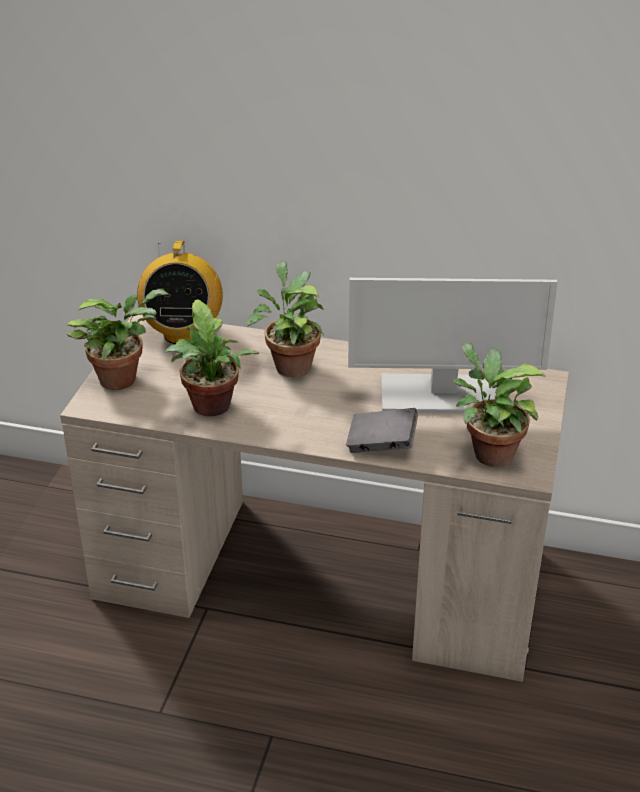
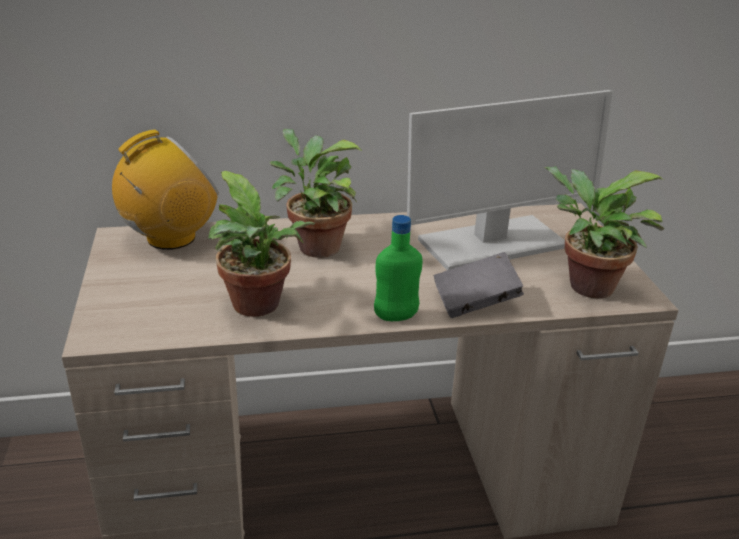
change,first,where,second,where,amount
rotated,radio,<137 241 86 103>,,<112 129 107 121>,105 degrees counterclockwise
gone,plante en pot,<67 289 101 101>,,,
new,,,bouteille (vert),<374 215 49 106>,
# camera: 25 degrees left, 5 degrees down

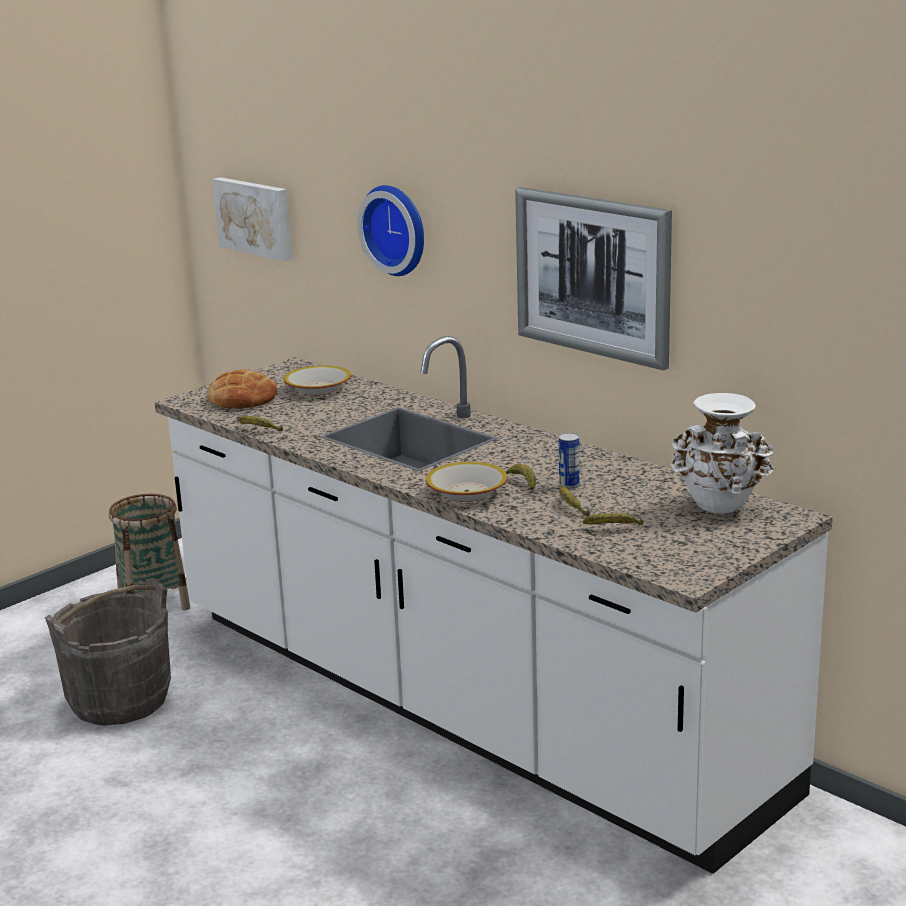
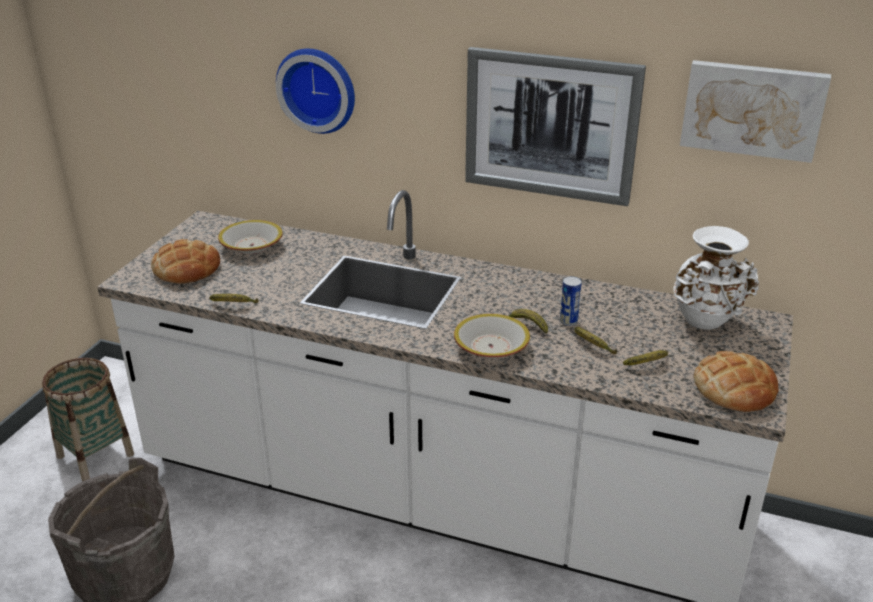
change,first,where,second,where,amount
shifted,tableau,<213 177 79 84>,,<680 60 151 103>,
new,,,pain,<694 351 85 61>,
# camera: 25 degrees left, 10 degrees up

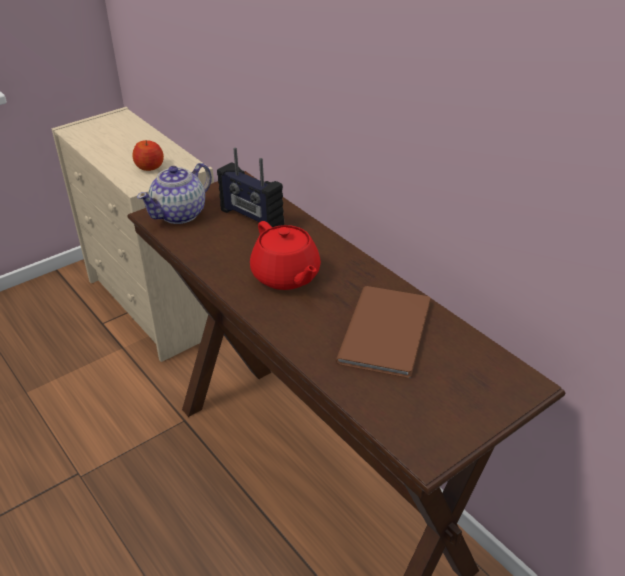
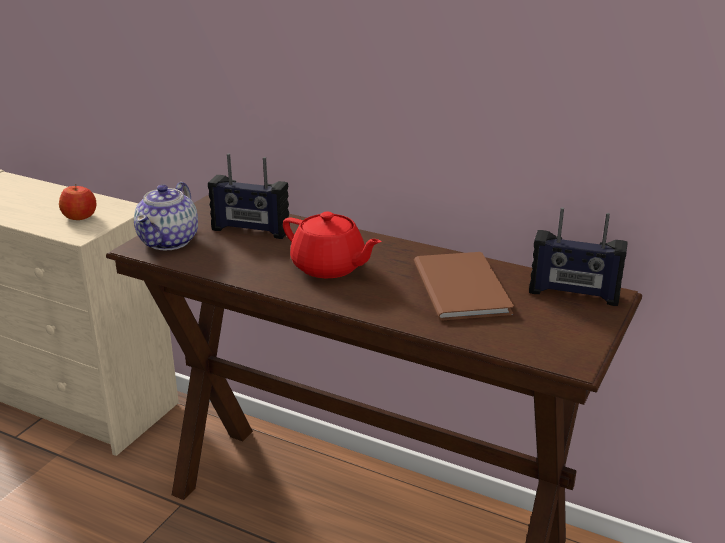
change,first,where,second,where,amount
new,,,radio,<529 207 99 99>,
# camera: 25 degrees left, 10 degrees down

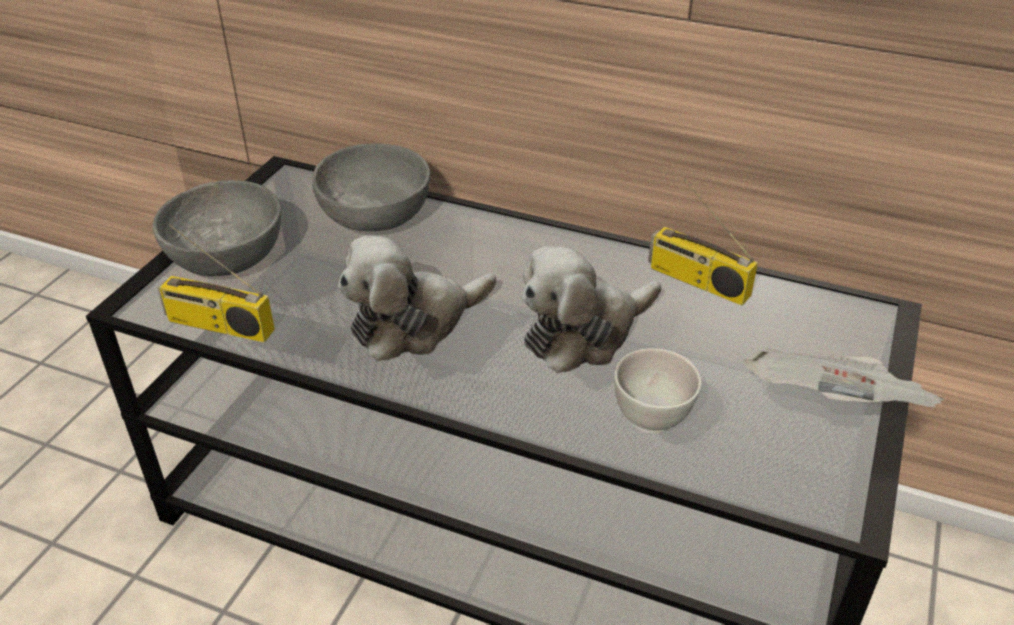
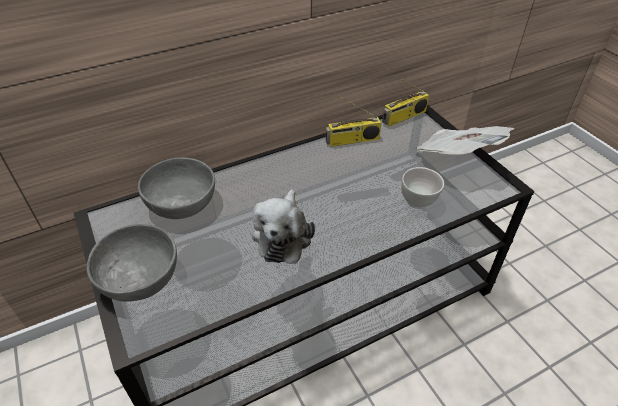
change,first,where,second,where,amount
shifted,radio,<157 225 118 117>,,<382 76 47 50>,
gone,peluche,<522 246 139 127>,,,
# camera: 50 degrees left, 5 degrees up

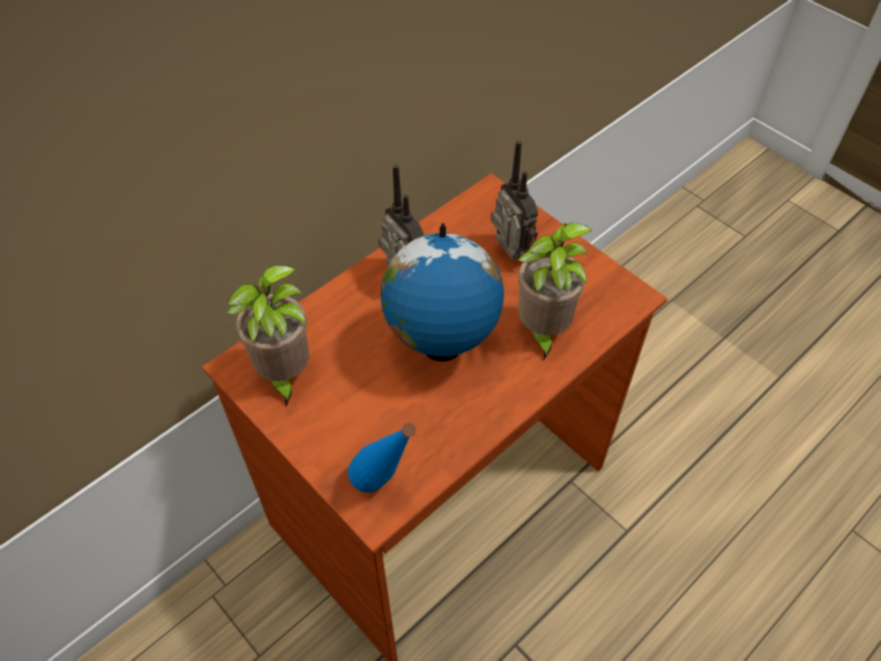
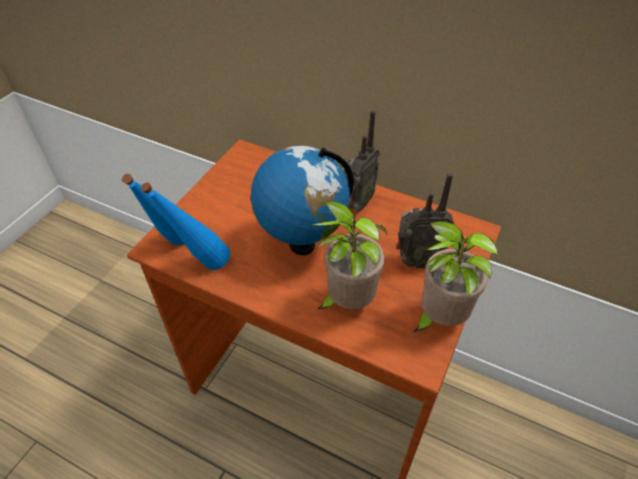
change,first,where,second,where,amount
rotated,radio,<491 140 47 120>,,<396 173 58 96>,45 degrees clockwise
shifted,plante en pot,<227 265 82 142>,,<413 221 85 111>,
new,,,bouteille (bleu),<141 182 89 88>,
# camera: 70 degrees right, 5 degrees down

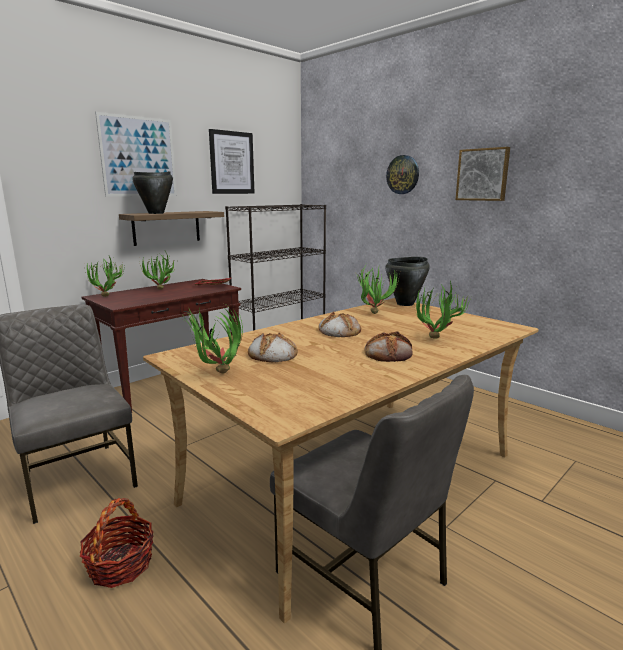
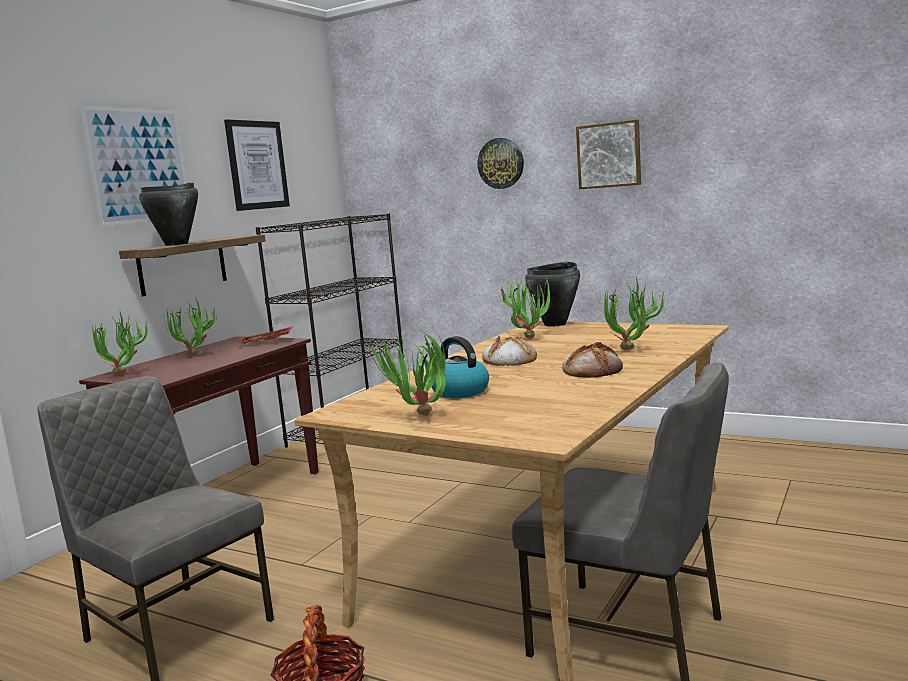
change,first,where,second,where,amount
swapped,pain,<248 333 50 29>,bouilloire,<431 336 58 62>,
# camera: 15 degrees left, 5 degrees down

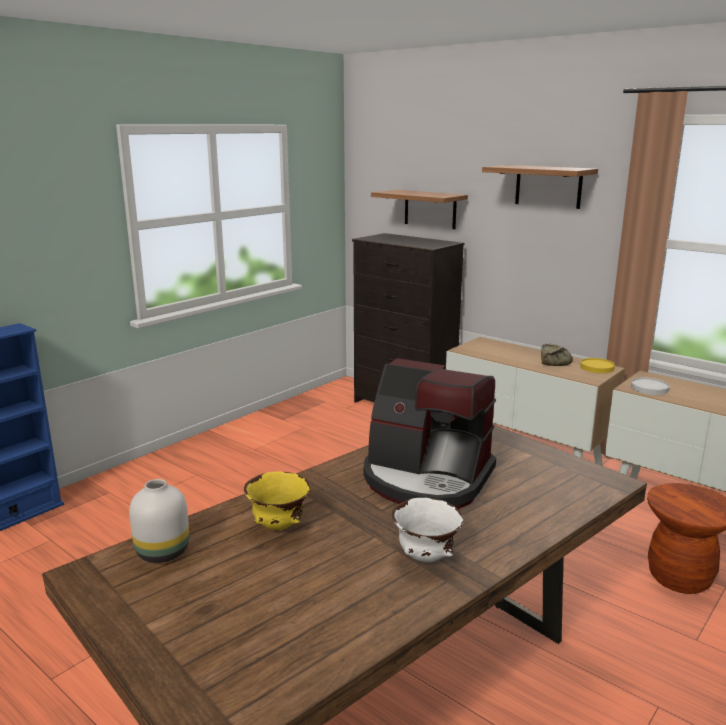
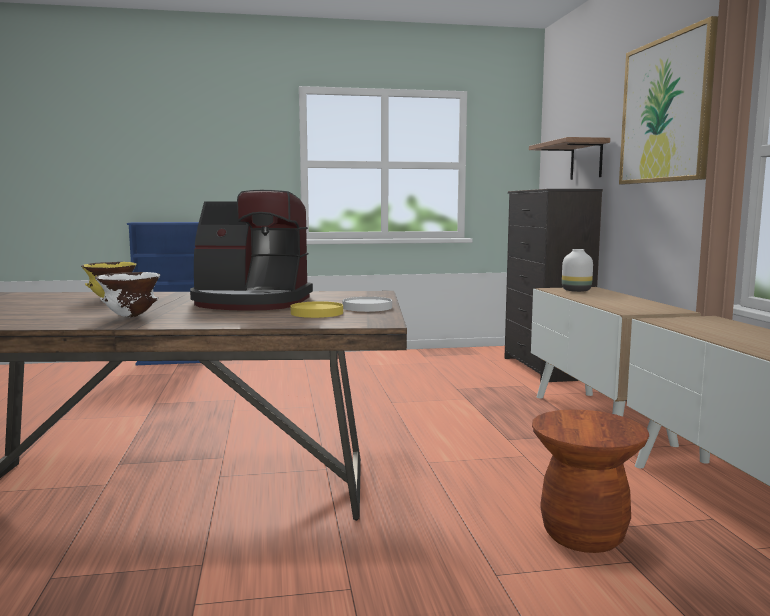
change,first,where,second,where,amount
swapped,étagère,<482 165 116 44>,tableau,<619 16 99 168>,
gone,pain,<541 344 32 22>,,,
rotated,machine à café,<364 358 132 151>,,<190 190 123 121>,60 degrees counterclockwise
shifted,assiette (jaune),<580 358 35 15>,,<291 301 52 17>,
shifted,assiette (blanc),<631 377 38 18>,,<343 297 49 15>,
shifted,vase (blanc),<129 479 60 84>,,<562 249 31 43>,
# camera: 40 degrees right, 10 degrees down

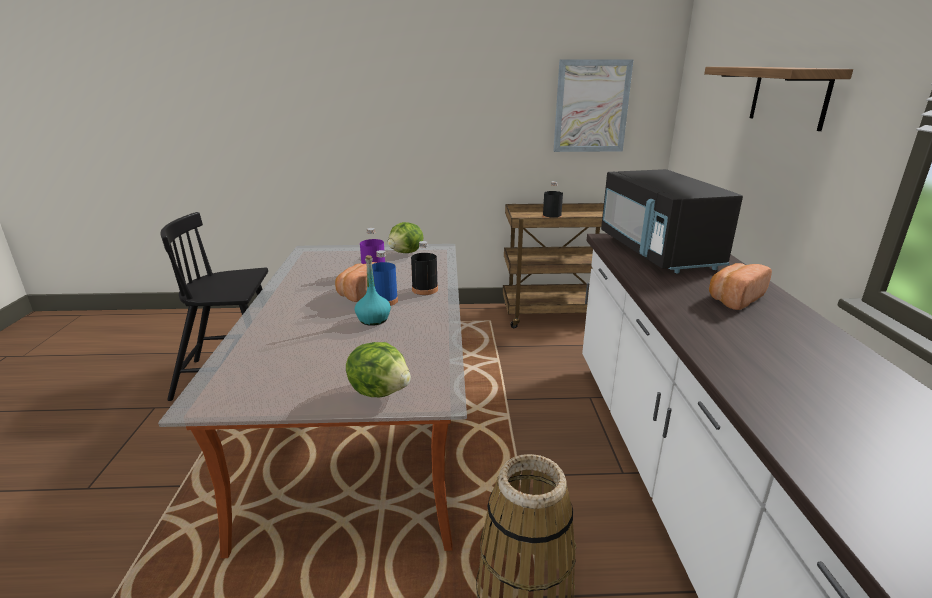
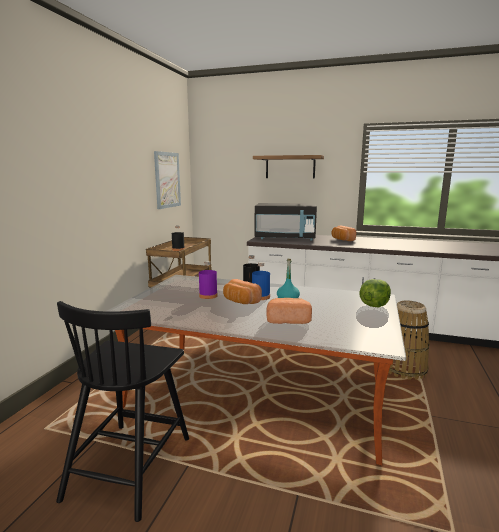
change,first,where,second,where,amount
gone,laitue,<388 222 36 31>,,,
new,,,pain,<266 298 46 26>,
# camera: 70 degrees left, 10 degrees down

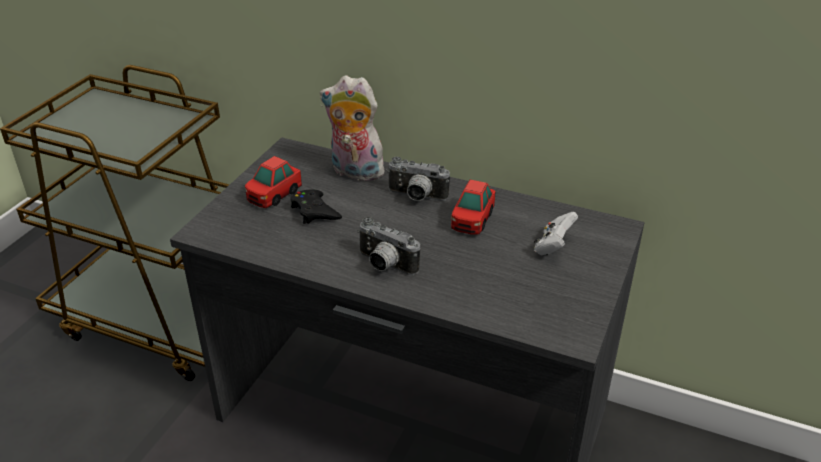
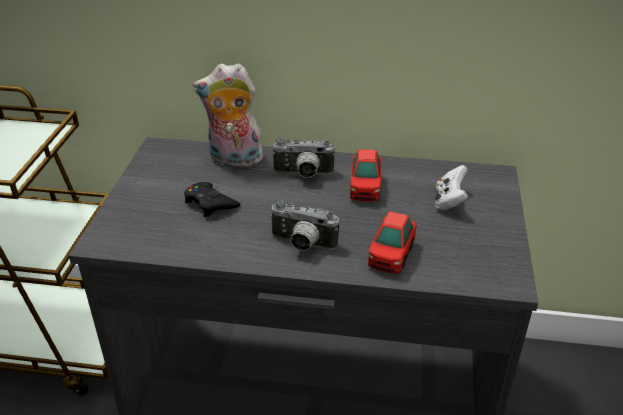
change,first,where,second,where,amount
shifted,petite voiture,<245 156 57 52>,,<368 211 49 63>,
# camera: 15 degrees left, 0 degrees up

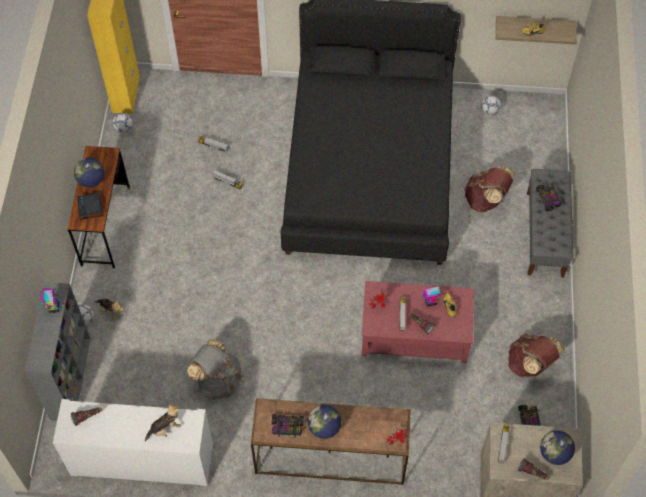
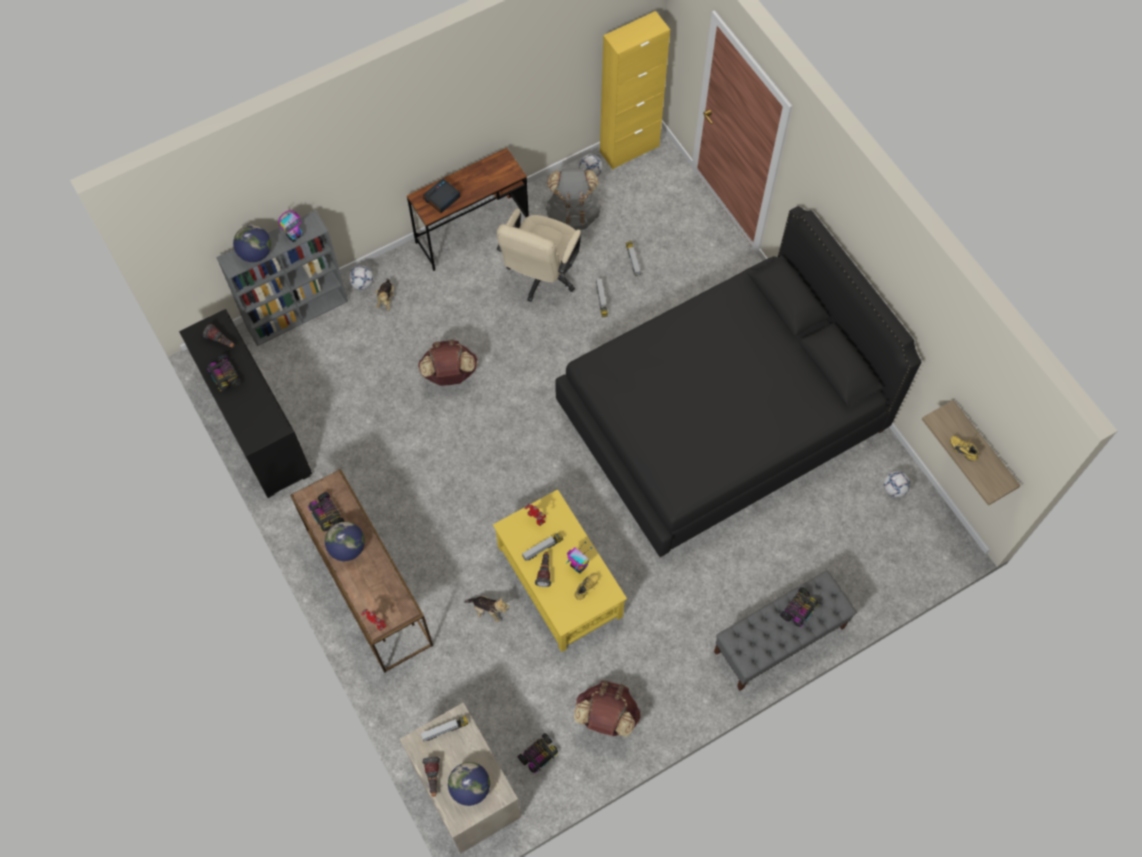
change,first,where,second,where,amount
shifted,globe,<74 158 30 29>,,<233 225 38 37>,
shifted,sac à dos (marron),<465 166 50 47>,,<418 340 60 46>,
repainted,table basse (rouge),<362 281 112 82>,table basse (jaune),<493 489 134 163>,
shifted,sac à dos (gris),<187 339 56 61>,,<545 168 56 62>,
repainted,meuble de rangement (blanc),<53 399 160 87>,meuble de rangement (noir),<179 309 133 189>,
shifted,peluche,<145 405 36 37>,,<464 596 46 26>,
new,,,chaise de bureau (beige),<497 208 84 94>,
new,,,petite voiture,<208 354 34 37>,
# camera: 55 degrees right, 5 degrees up

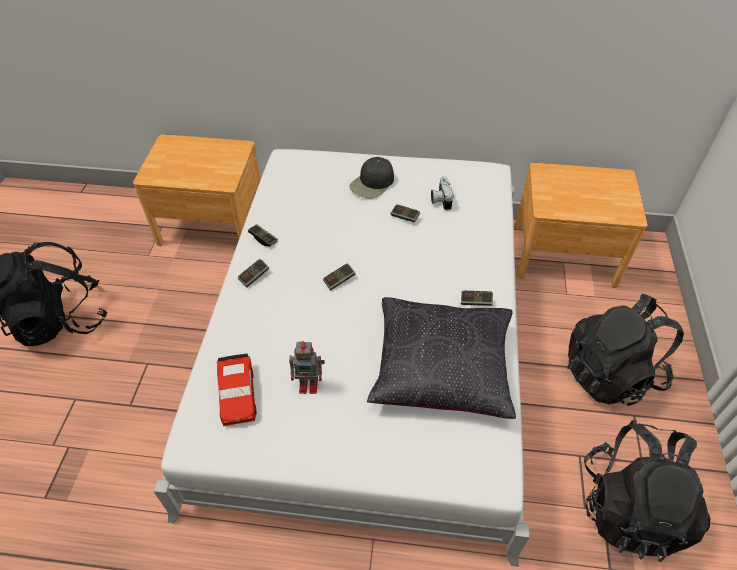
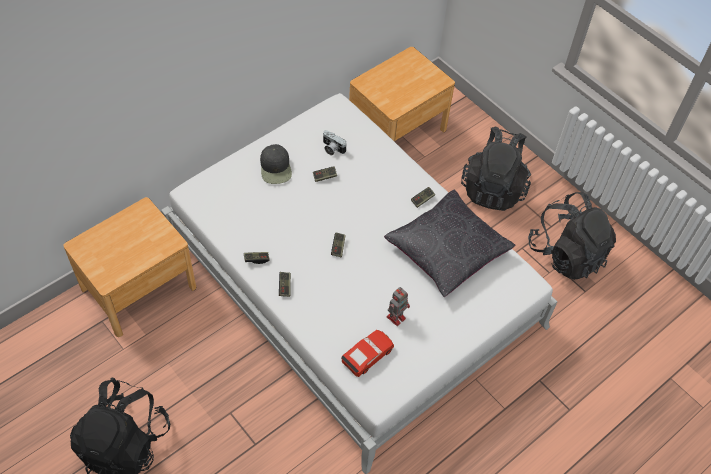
change,first,where,second,where,amount
rotated,petite voiture (rouge),<217 354 40 72>,,<341 330 53 47>,75 degrees counterclockwise
# camera: 50 degrees left, 5 degrees up

